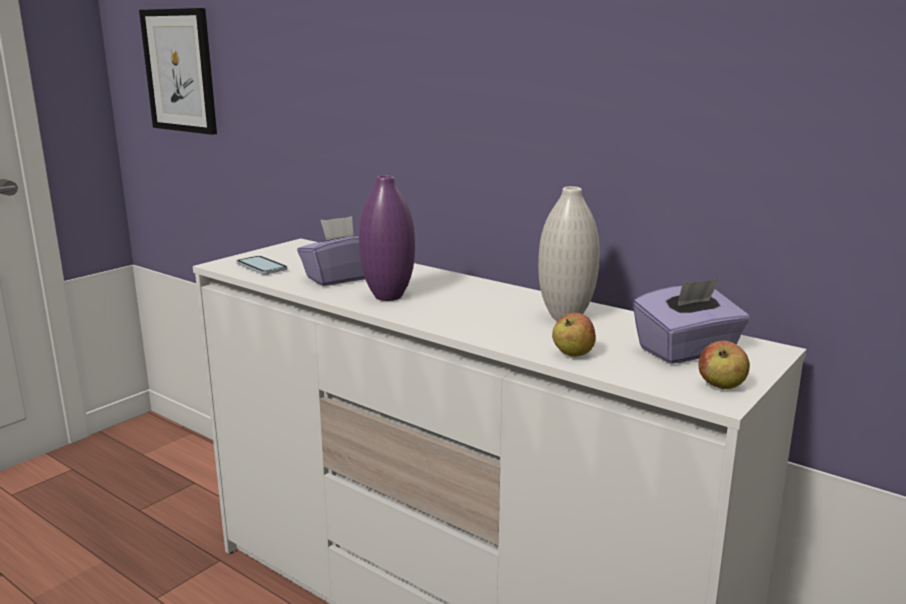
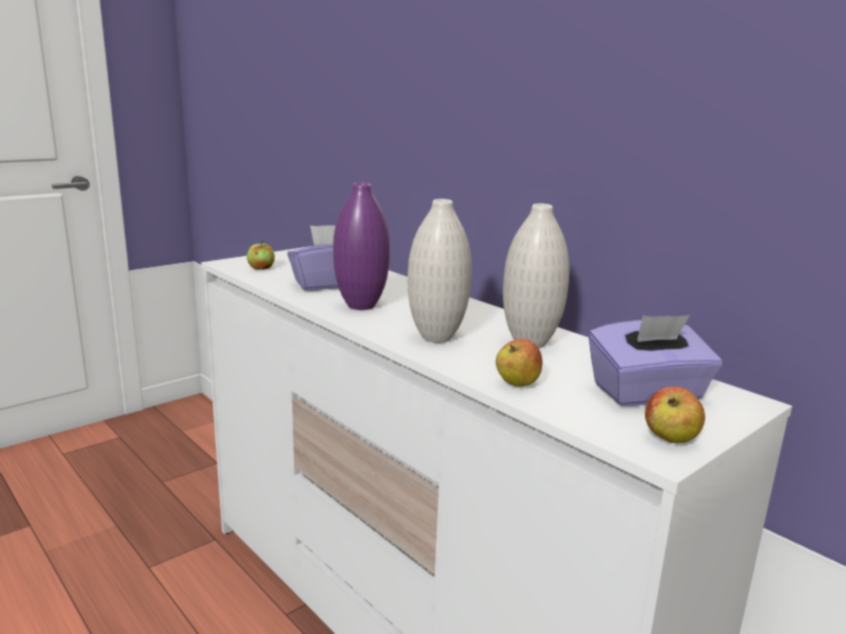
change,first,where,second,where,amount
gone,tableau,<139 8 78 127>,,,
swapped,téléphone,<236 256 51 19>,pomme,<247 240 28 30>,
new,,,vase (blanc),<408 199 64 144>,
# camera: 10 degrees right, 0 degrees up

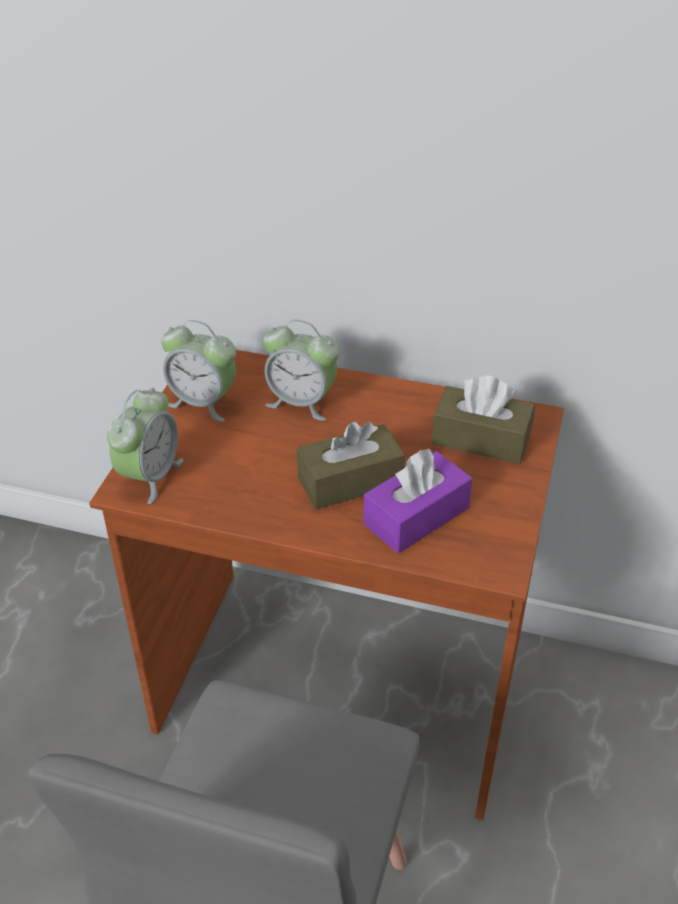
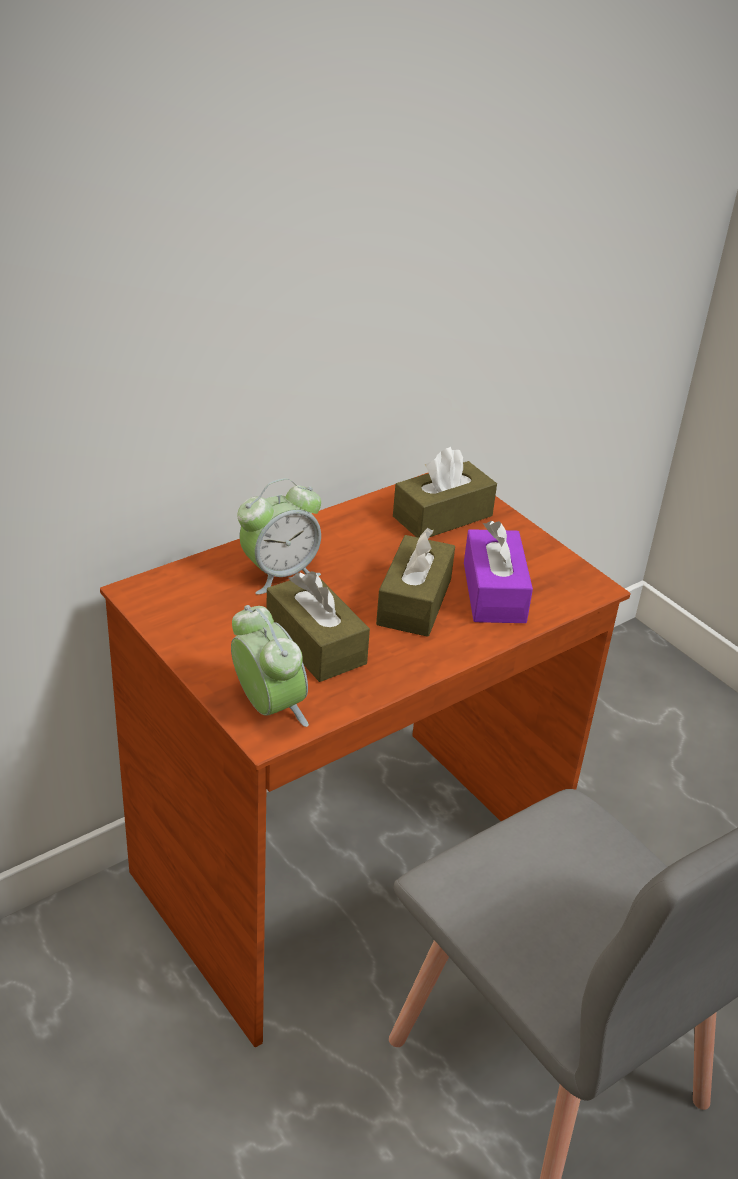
change,first,where,second,where,amount
gone,réveil,<161 320 75 102>,,,
new,,,boîte à mouchoirs (marron),<267 571 103 111>,
# camera: 55 degrees left, 5 degrees down

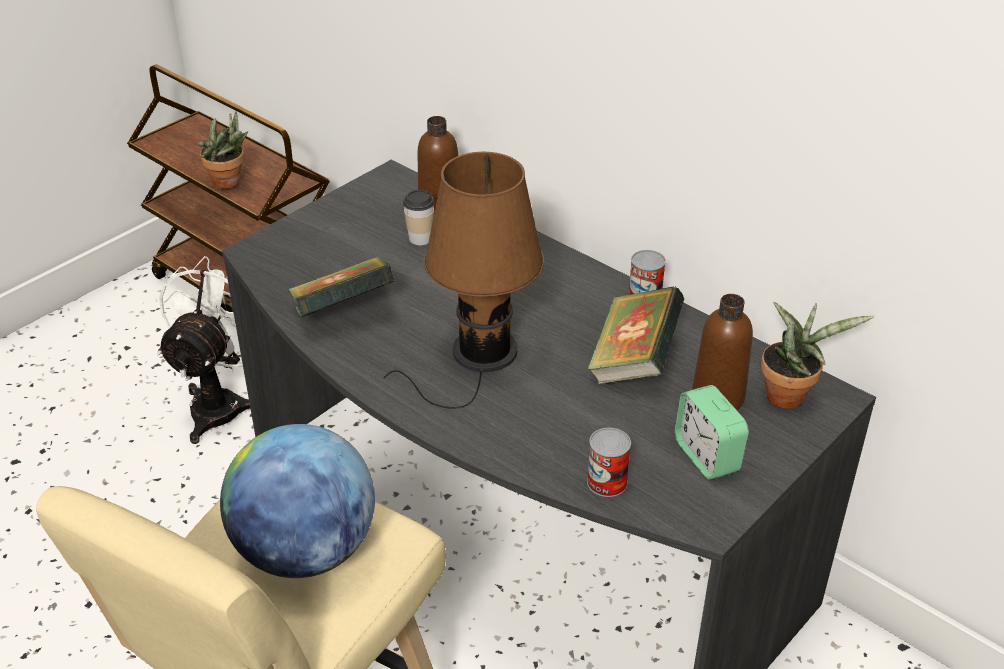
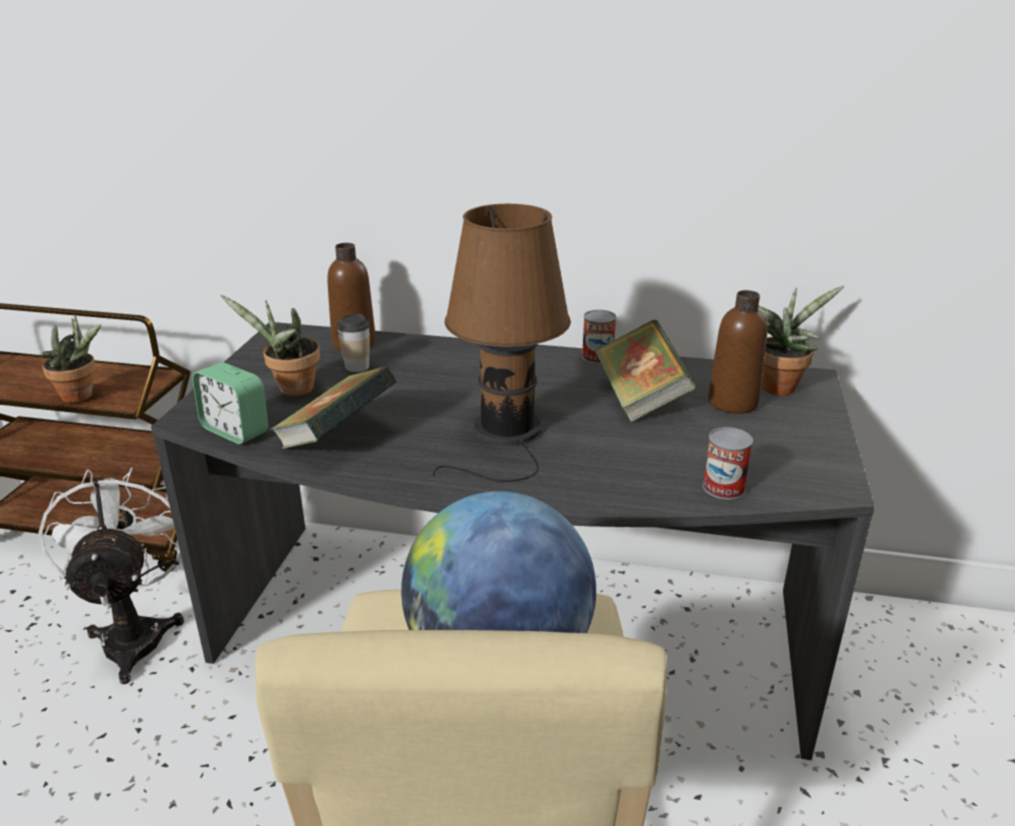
change,first,where,second,where,amount
shifted,réveil,<675 385 74 95>,,<192 362 76 82>,
new,,,plante en pot,<221 295 99 101>,
# camera: 30 degrees left, 10 degrees down

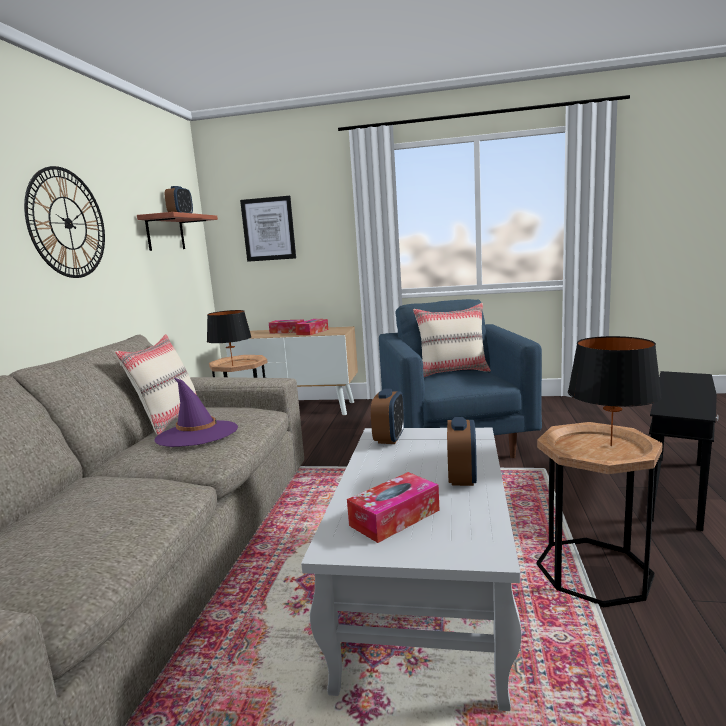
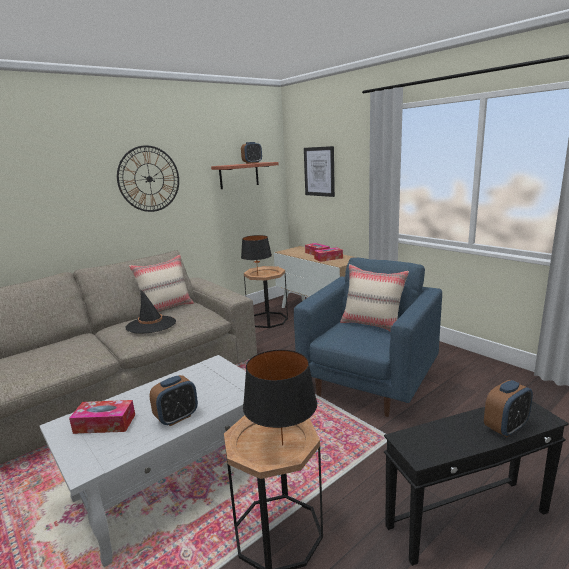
change,first,where,second,where,amount
repainted,chapeau (violet),<154 378 84 69>,chapeau (noir),<125 289 51 45>,
shifted,réveil,<371 389 33 55>,,<484 380 49 57>,
# camera: 40 degrees right, 5 degrees up

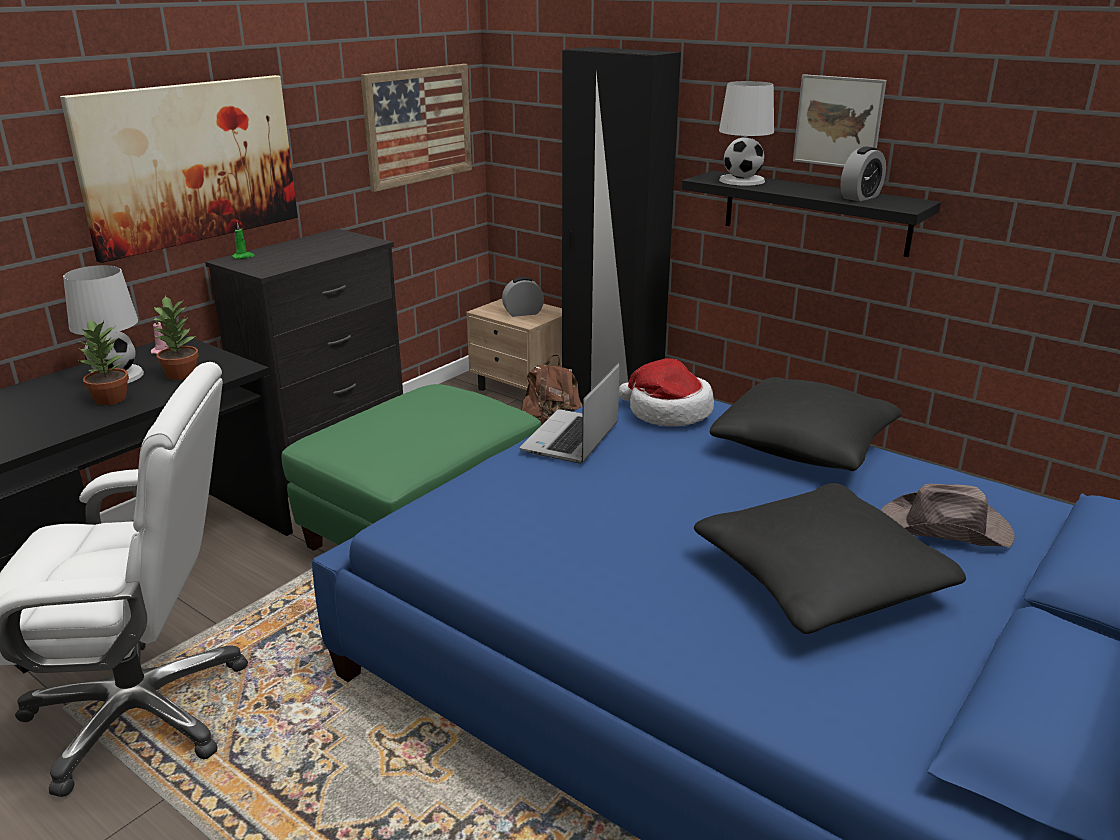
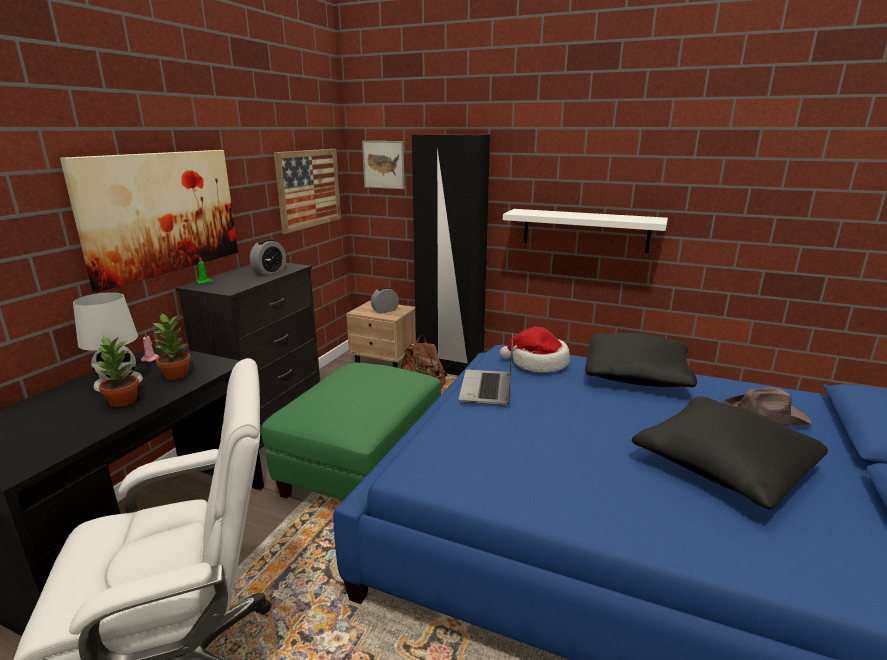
change,first,where,second,where,amount
shifted,tableau,<793 74 94 94>,,<362 141 43 48>,
gone,lampe de table (blanc),<719 81 55 105>,,,
shifted,réveil,<840 146 46 56>,,<250 239 36 36>,
repainted,étagère (noir),<682 171 259 86>,étagère (blanc),<503 209 165 44>,
# camera: 15 degrees left, 5 degrees down

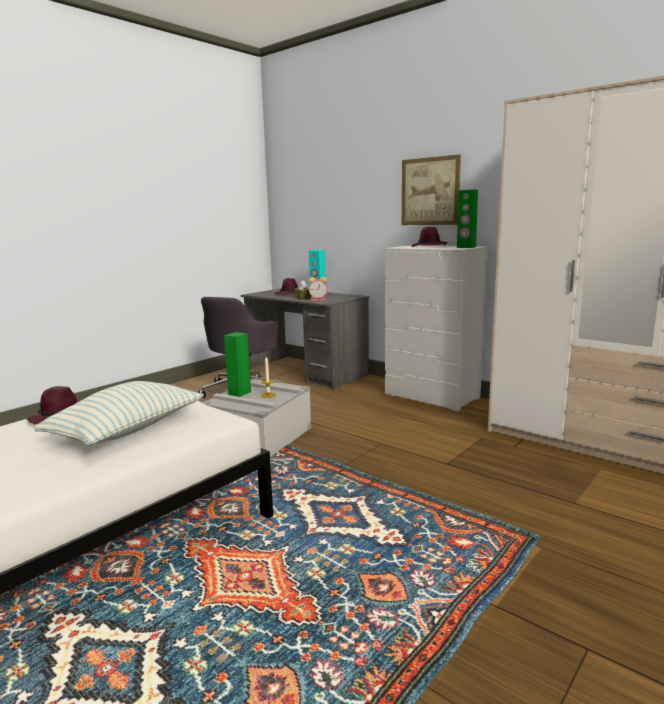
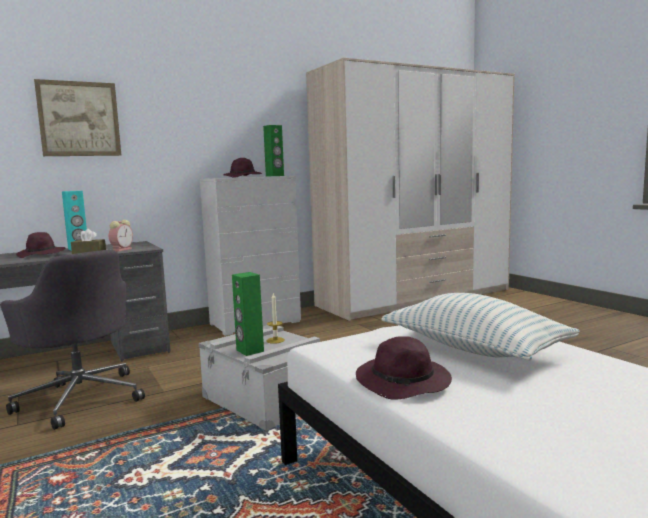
change,first,where,second,where,amount
shifted,tableau,<402 154 59 71>,,<34 79 87 77>,
# camera: 70 degrees left, 5 degrees down

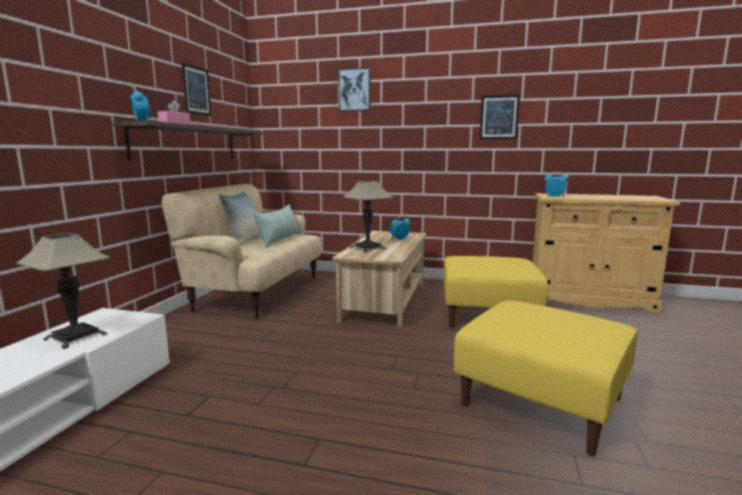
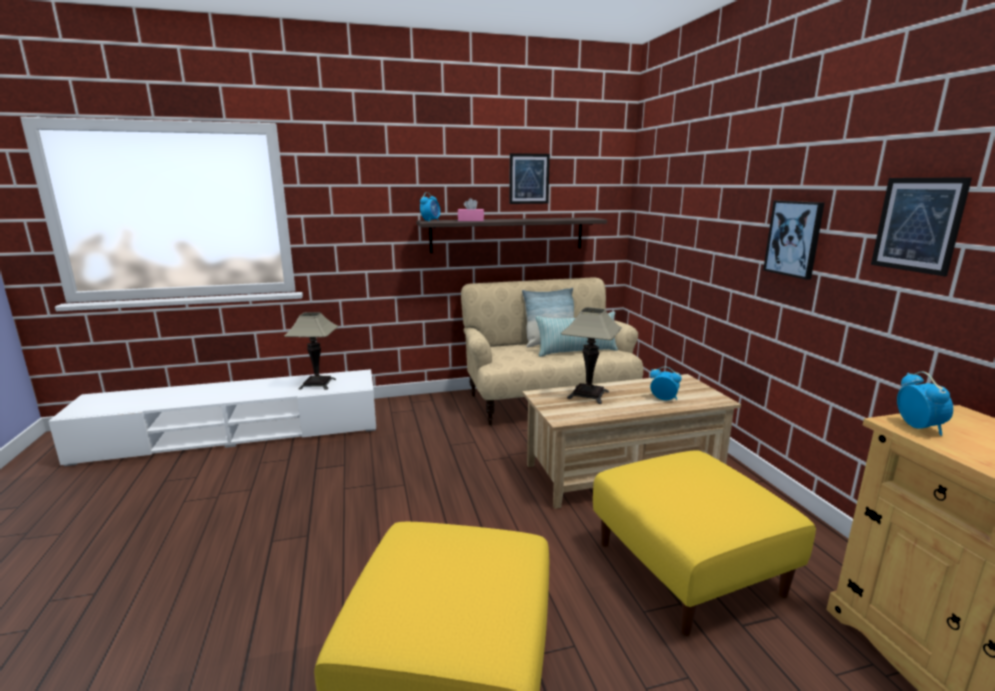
change,first,where,second,where,amount
shifted,tableau,<338 67 32 45>,,<763 201 62 79>,
# camera: 60 degrees right, 5 degrees up

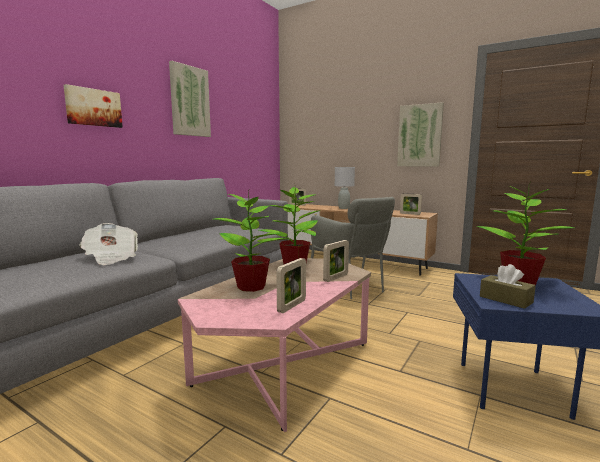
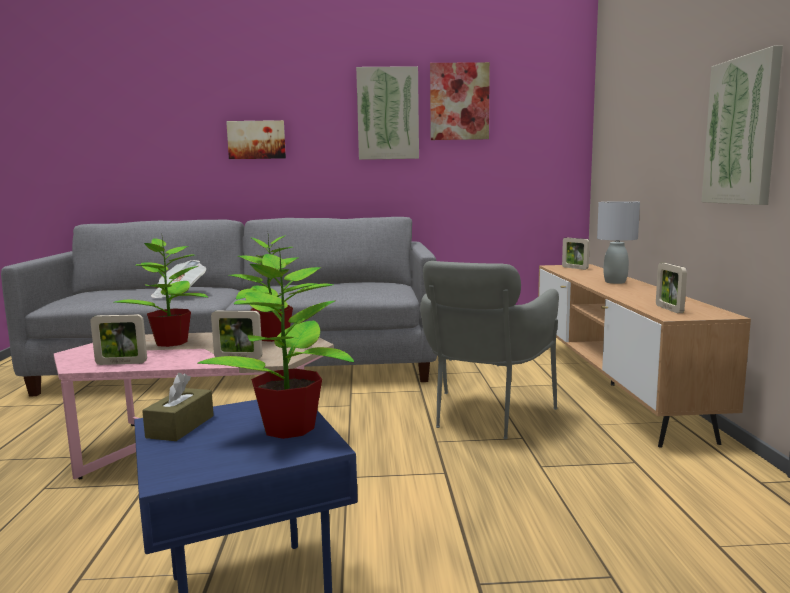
change,first,where,second,where,amount
new,,,tableau,<430 62 60 78>,
# camera: 55 degrees right, 0 degrees up

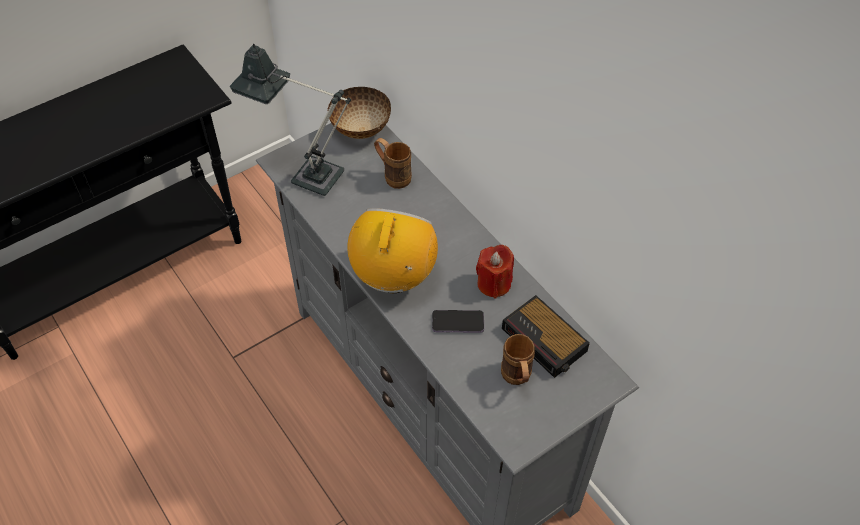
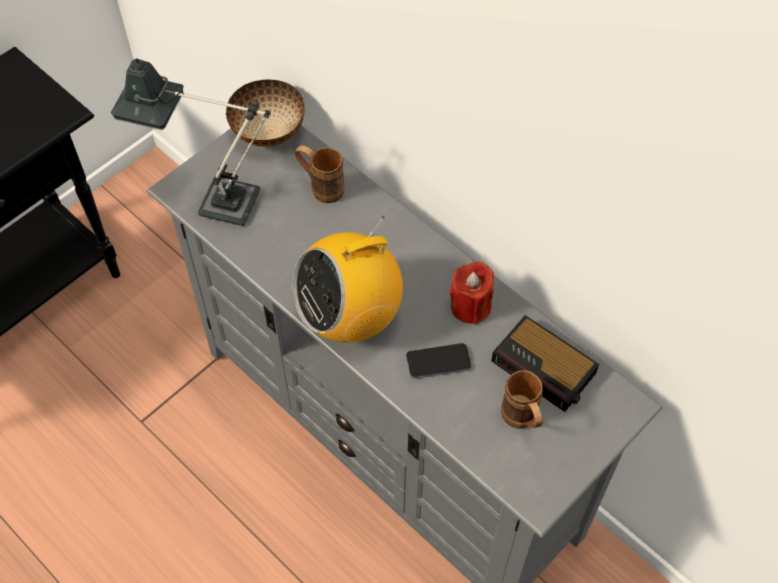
change,first,where,second,where,amount
rotated,radio,<347 208 91 85>,,<293 216 110 127>,120 degrees counterclockwise
# camera: 10 degrees left, 5 degrees up

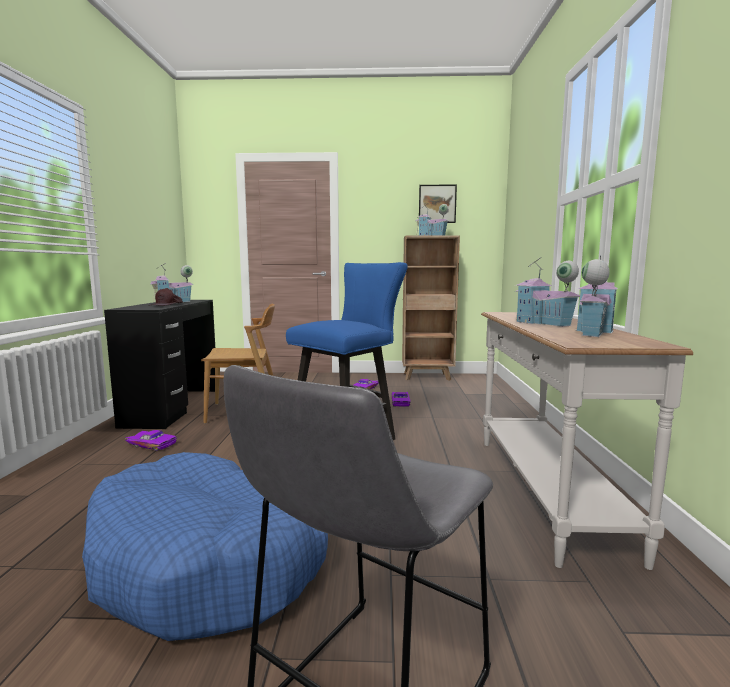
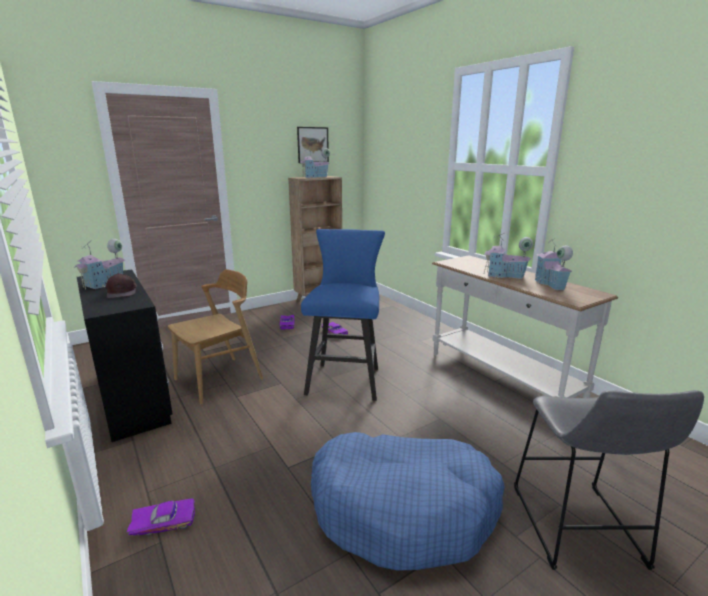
change,first,where,second,where,amount
shifted,petite voiture (violet),<125 430 52 21>,,<127 498 68 38>,
# camera: 35 degrees left, 10 degrees up

